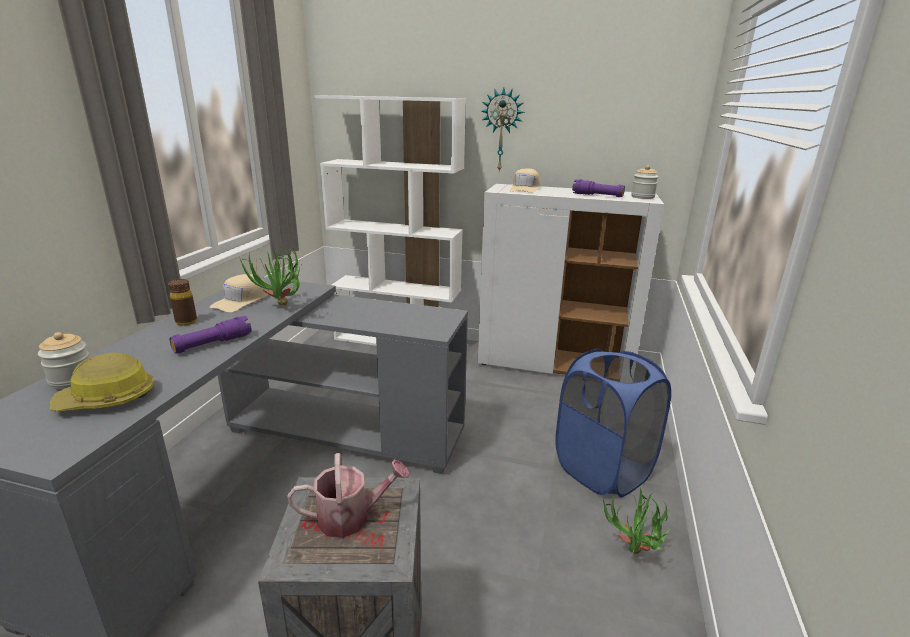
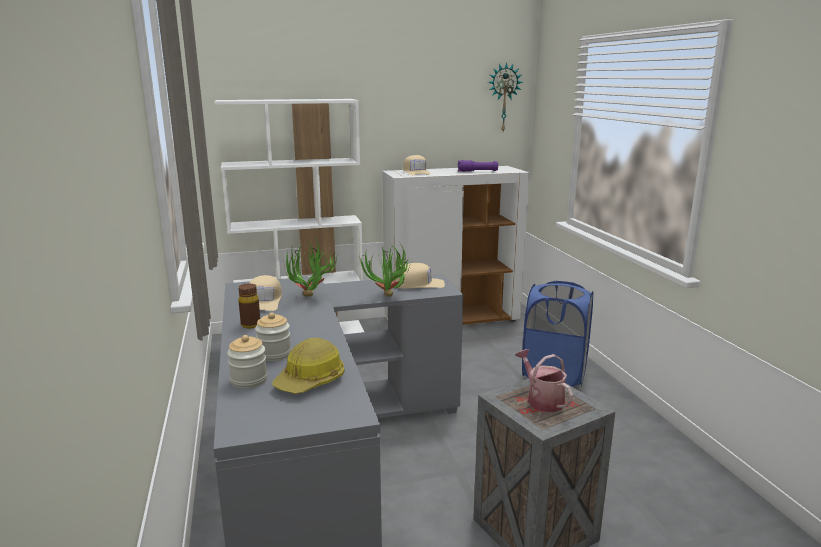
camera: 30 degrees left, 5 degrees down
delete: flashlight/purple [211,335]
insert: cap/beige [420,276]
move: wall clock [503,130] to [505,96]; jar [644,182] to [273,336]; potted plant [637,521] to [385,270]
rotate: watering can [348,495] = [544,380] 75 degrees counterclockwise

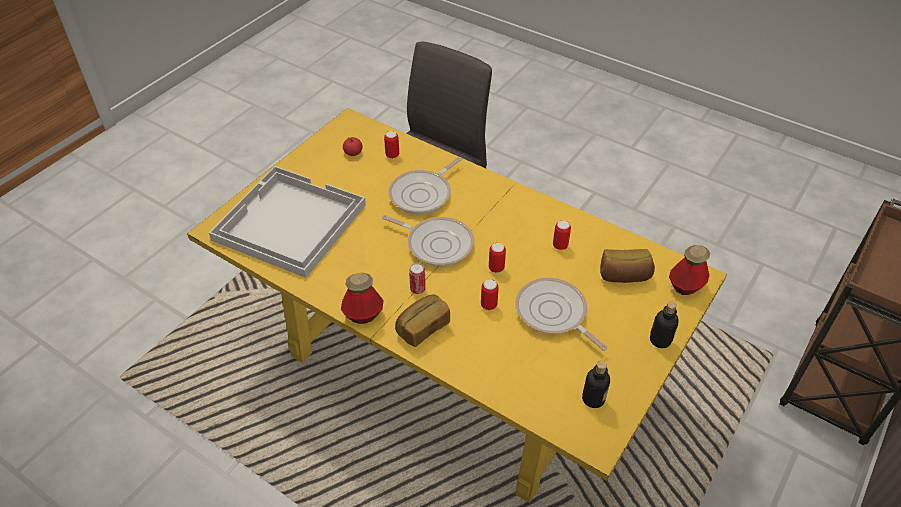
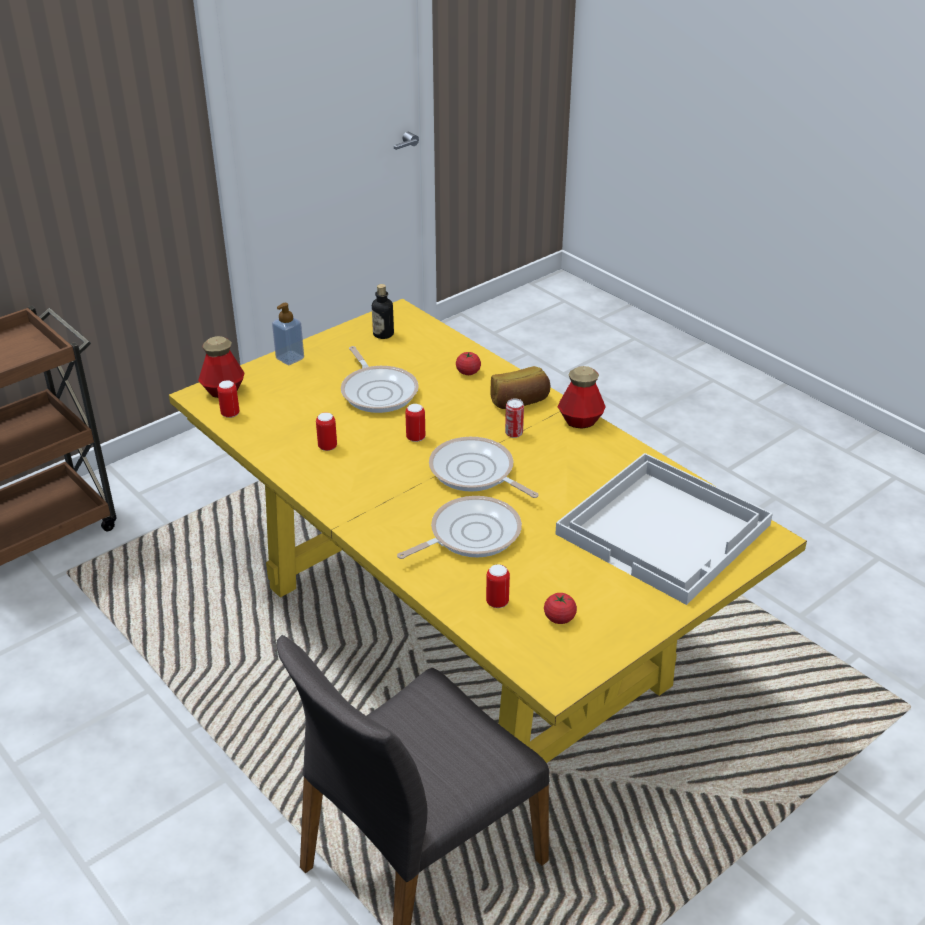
camera: 165 degrees left, 10 degrees down
delete: bread [627,266]
insert: tomato [468,363]
move: can [490,294] to [228,399]
replace: bottle [664,325] to soap dispenser [288,334]

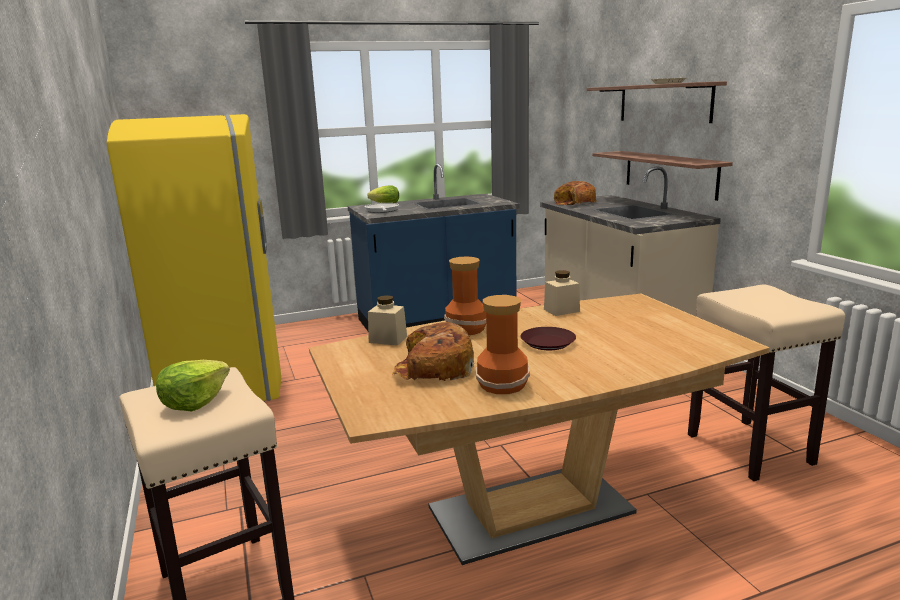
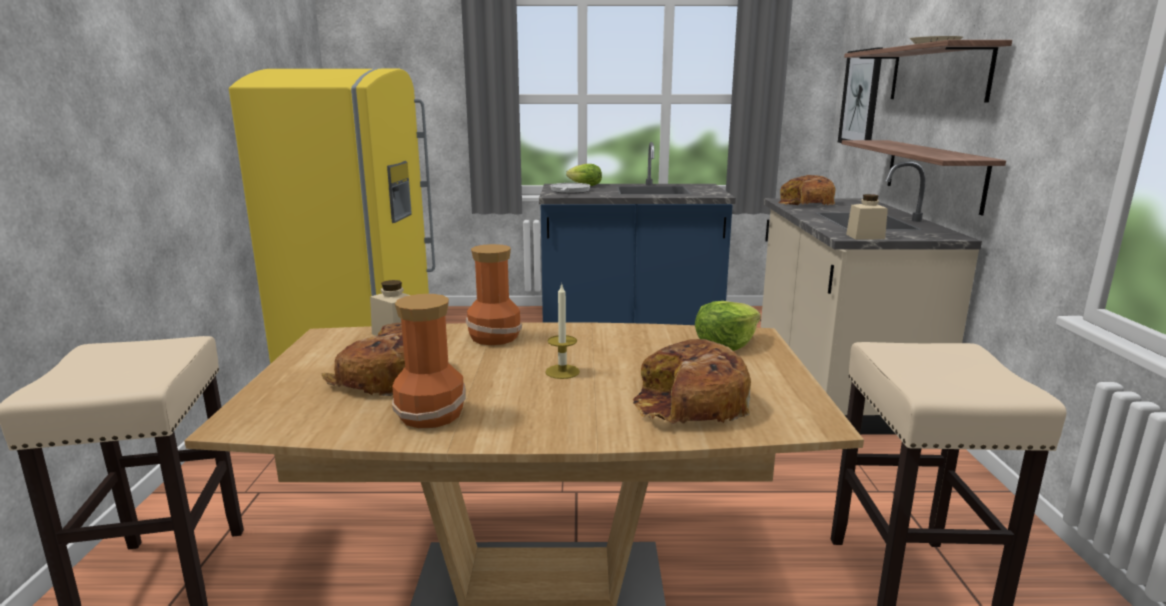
camera: 20 degrees right, 0 degrees up
insert: picture [860,95]; bread [691,381]
move: jar/beige [562,293] to [867,216]; lettuce [193,386] to [728,326]
replace: plate/brown [548,338] to candle [562,331]

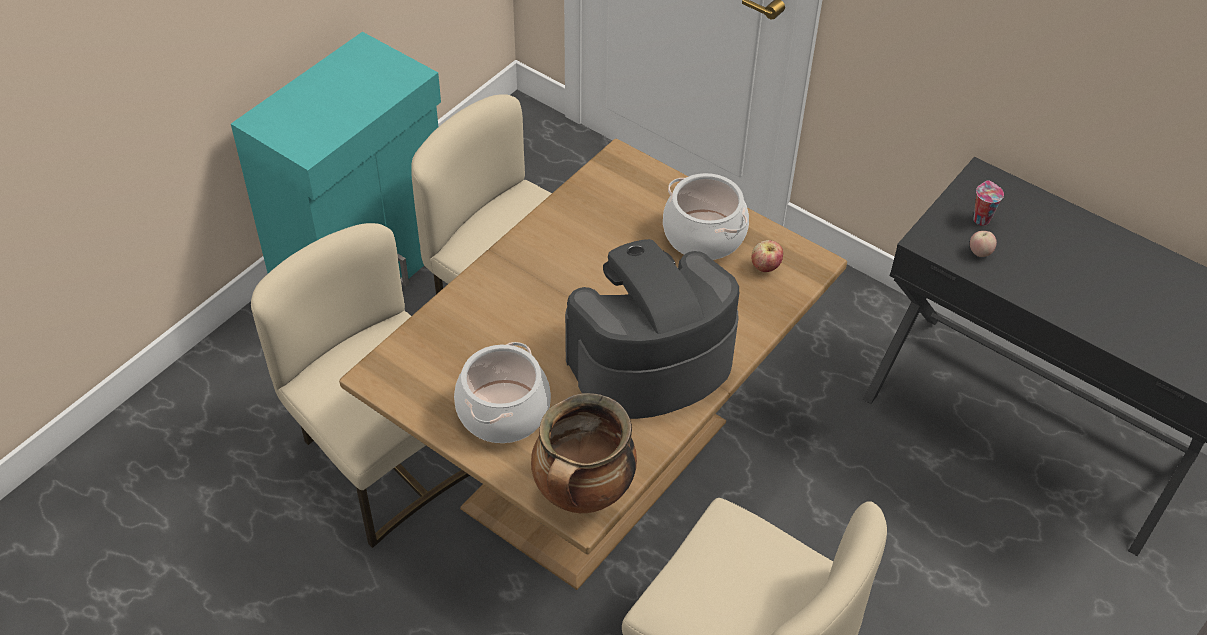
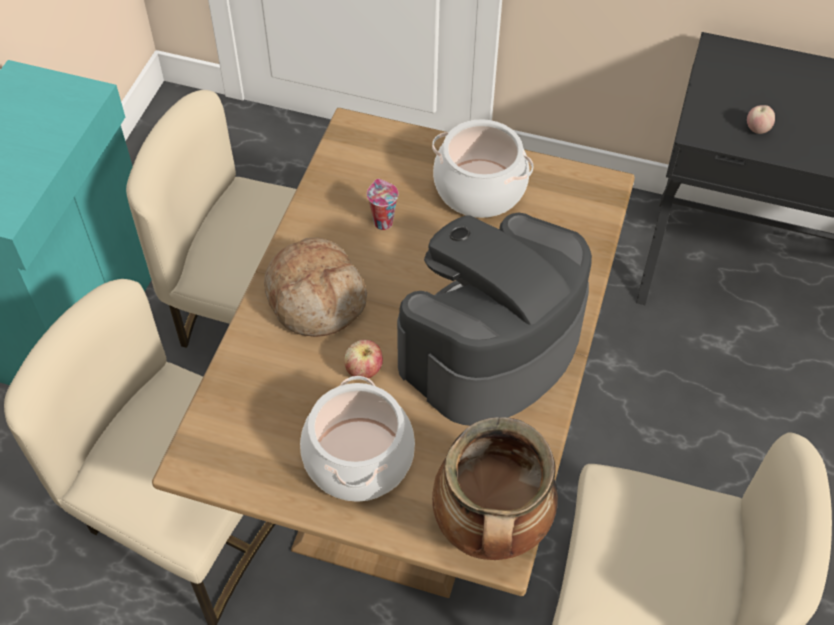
camera: 20 degrees left, 5 degrees up
insert: bread [315,287]
move: cup [988,203] to [383,204]; apple [767,256] to [363,359]

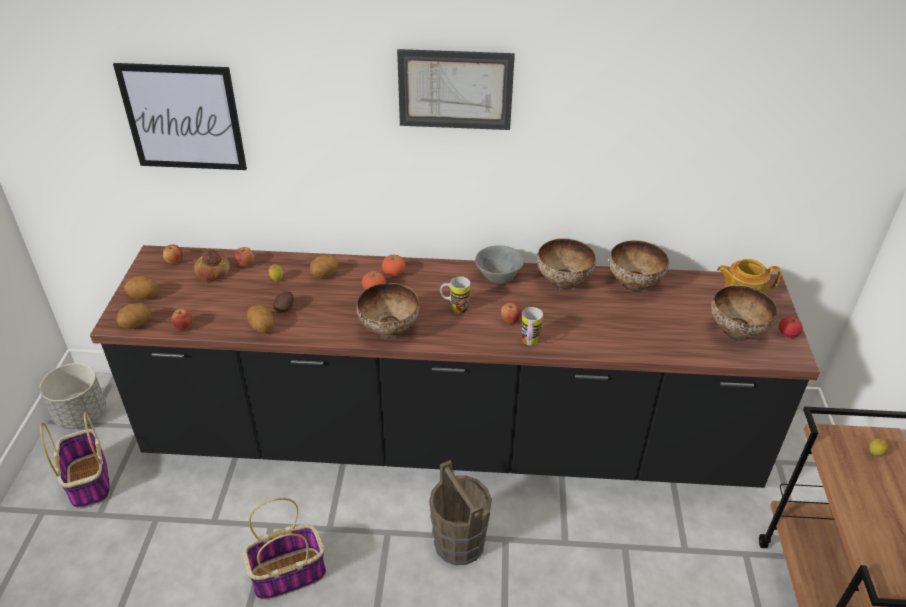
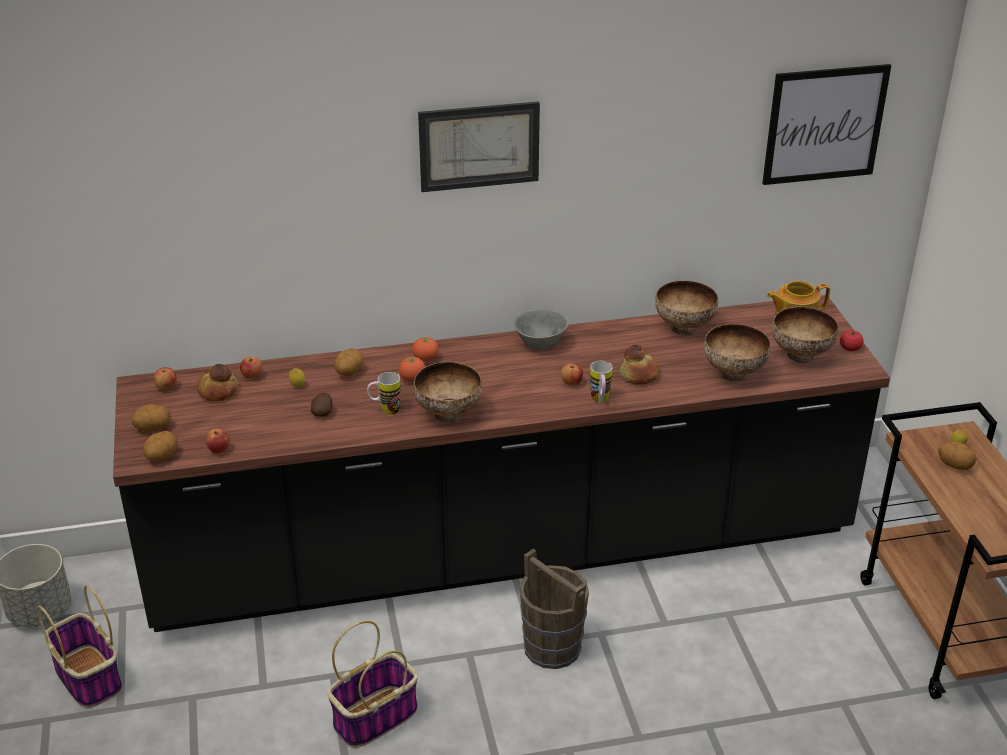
camera: 15 degrees left, 5 degrees down
insert: bread [639,365]
move: picture [180,116] to [826,124]; bowl [566,264] to [737,353]; mug [455,295] to [384,393]; potato [260,319] to [957,455]

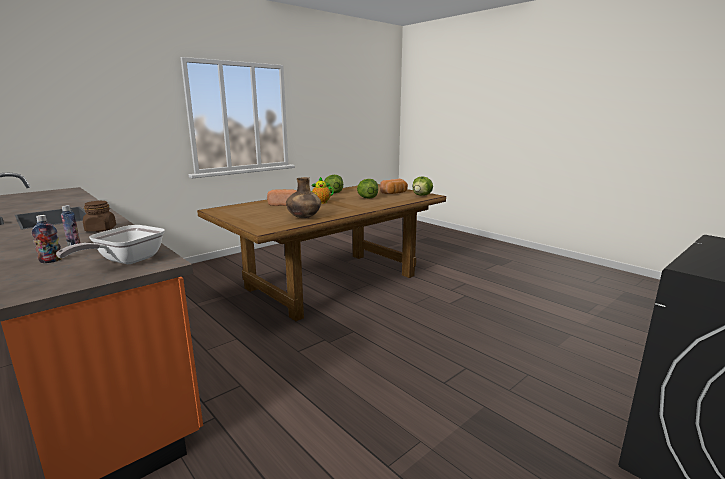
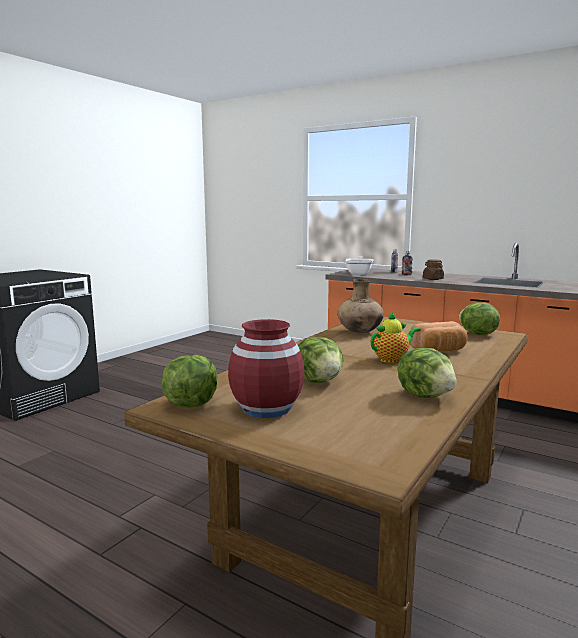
camera: 165 degrees right, 5 degrees down
insert: lettuce [479,318]
replace: bread [394,186] to vase/red [266,368]

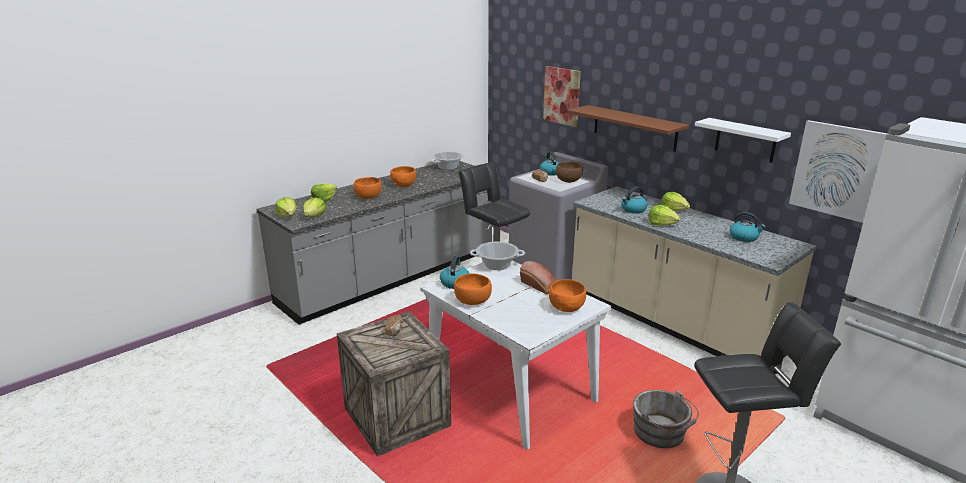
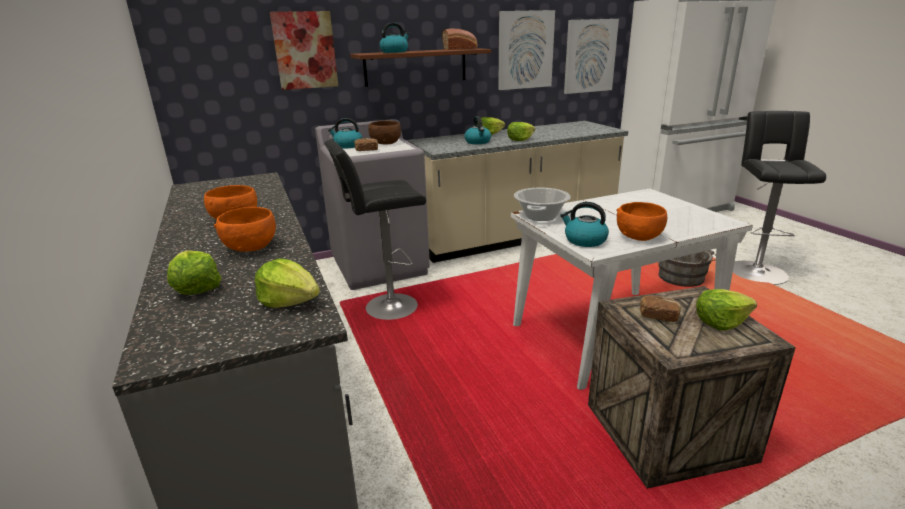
camera: 70 degrees left, 0 degrees up
delete: cooking pot [447,160]; bowl/orange [567,295]
move: lettuce [286,207] to [726,310]; kettle [747,227] to [394,38]; bread [538,277] to [460,39]
replace: shelf/white [743,140] to picture [526,50]

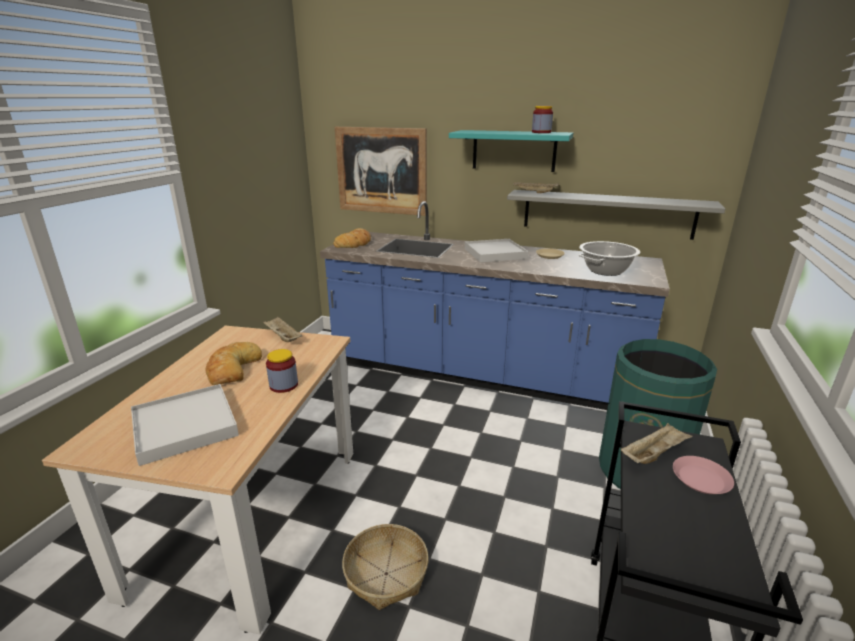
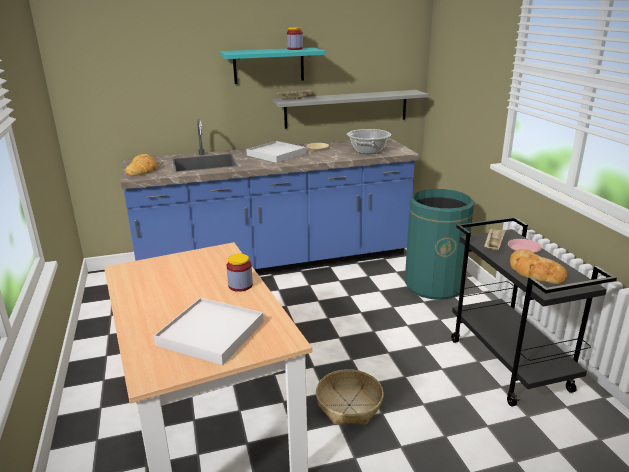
camera: 35 degrees left, 0 degrees up
delete: picture [381,171]; tray/beige [282,329]
move: bread [234,363] to [539,266]

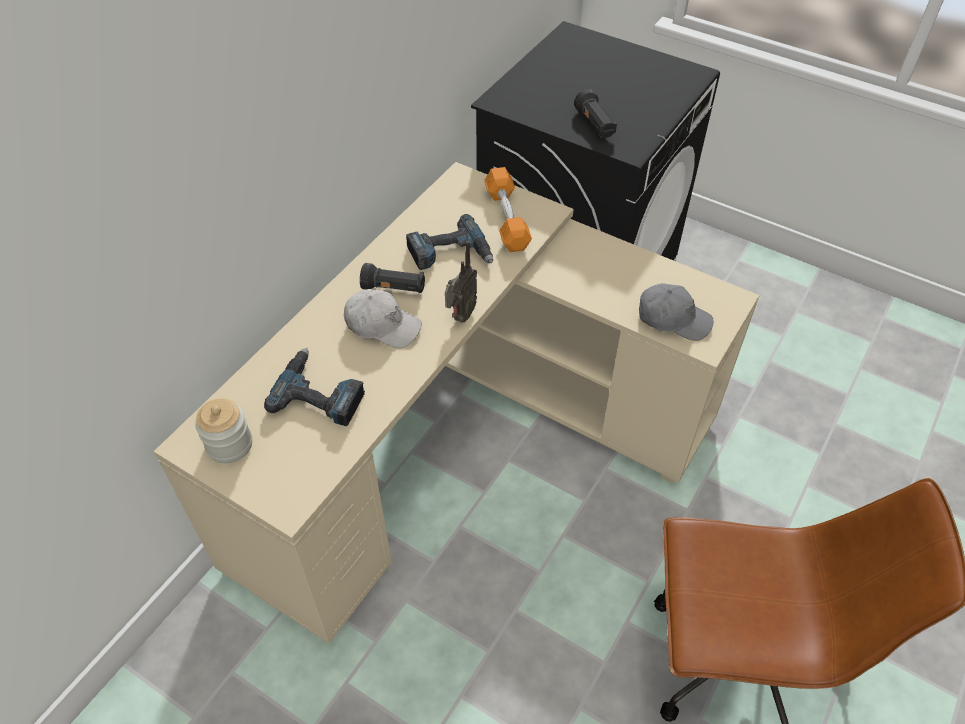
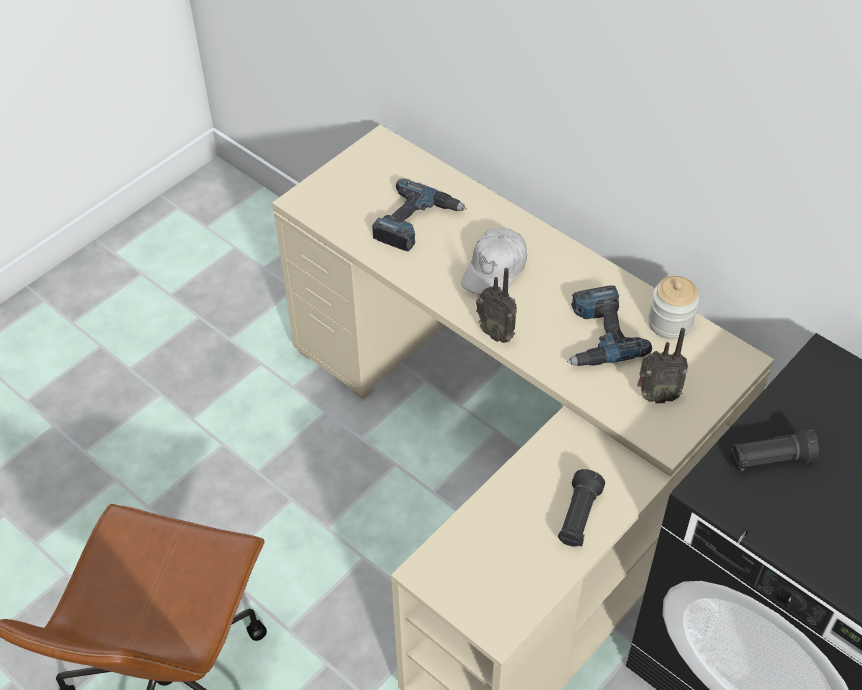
camera: 100 degrees right, 0 degrees up
delete: cap/grey [676,312]
move: flashlight/black [392,278] to [581,508]; jar [223,430] to [673,308]
replace: dumbbell/orange [508,209] to radio [662,365]

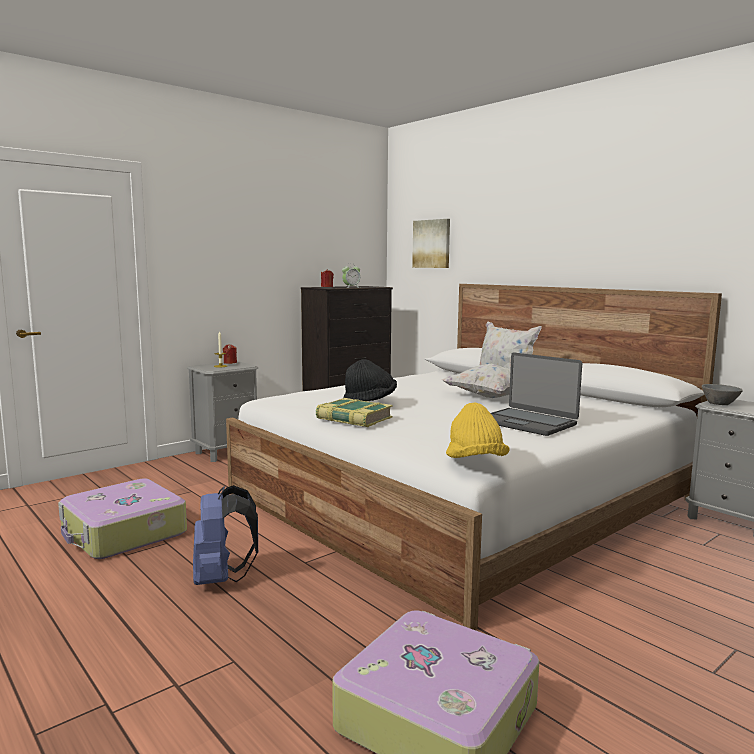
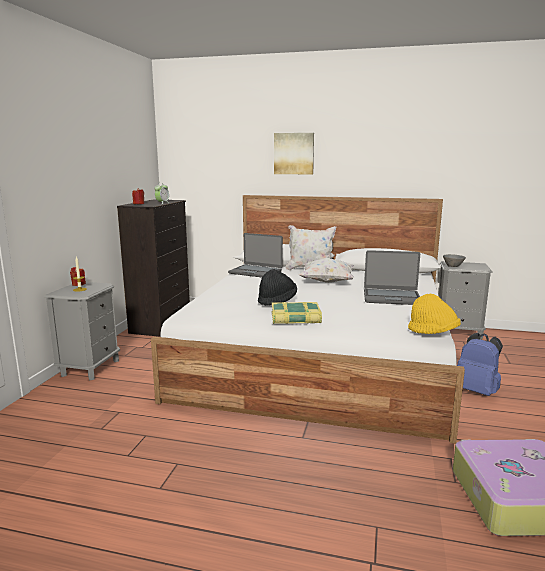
camera: 35 degrees left, 5 degrees up
delete: suitcase [122,518]
insert: laptop [255,255]
move: picture [431,243] to [294,154]; backpack/blue [225,535] to [480,364]

